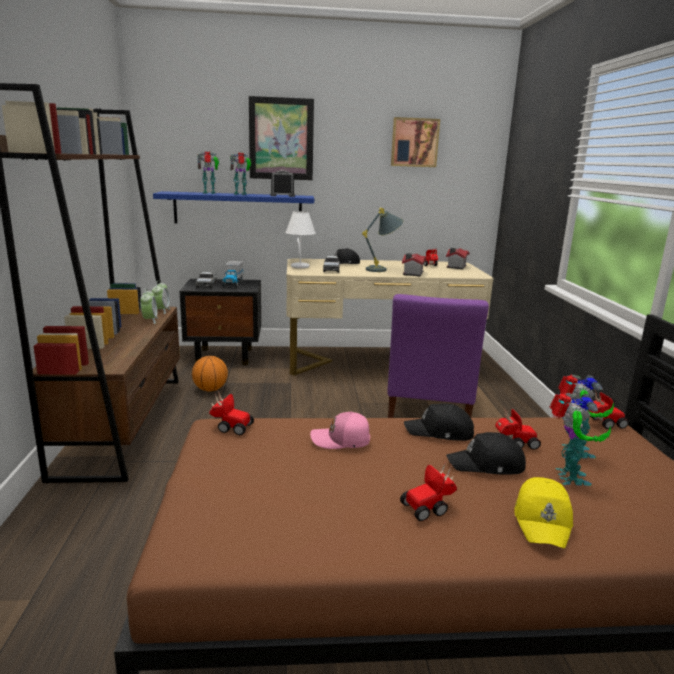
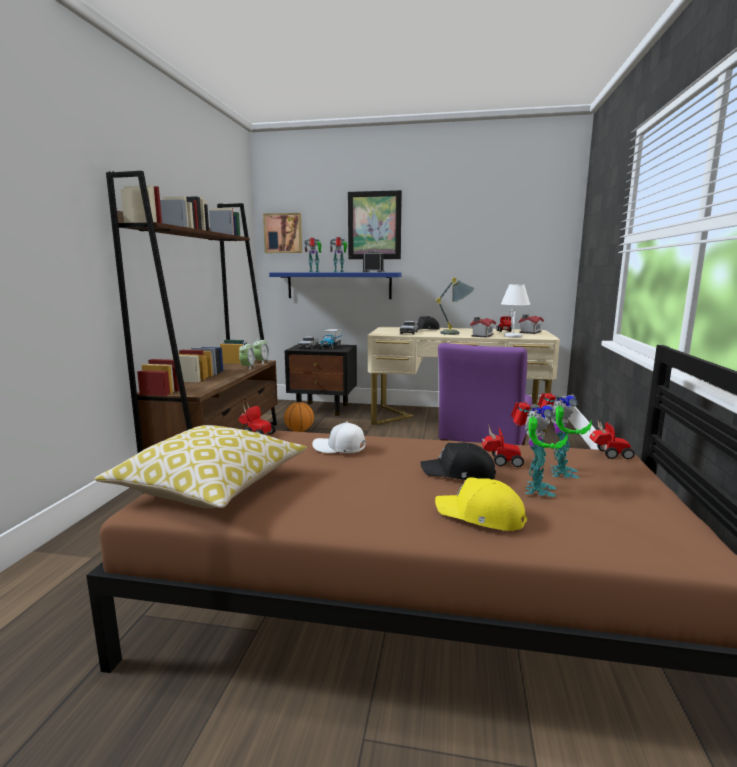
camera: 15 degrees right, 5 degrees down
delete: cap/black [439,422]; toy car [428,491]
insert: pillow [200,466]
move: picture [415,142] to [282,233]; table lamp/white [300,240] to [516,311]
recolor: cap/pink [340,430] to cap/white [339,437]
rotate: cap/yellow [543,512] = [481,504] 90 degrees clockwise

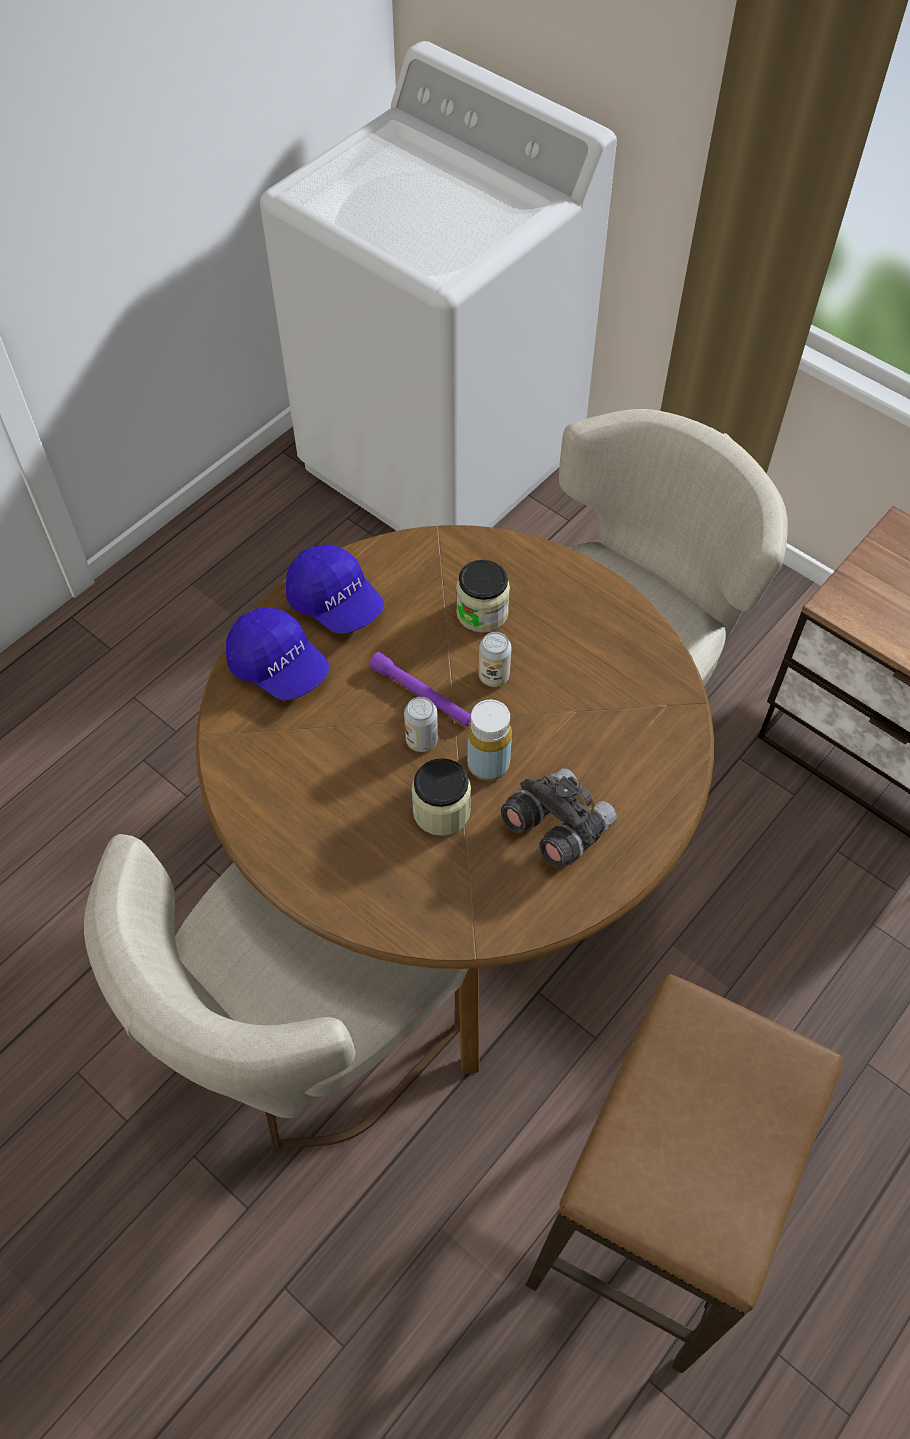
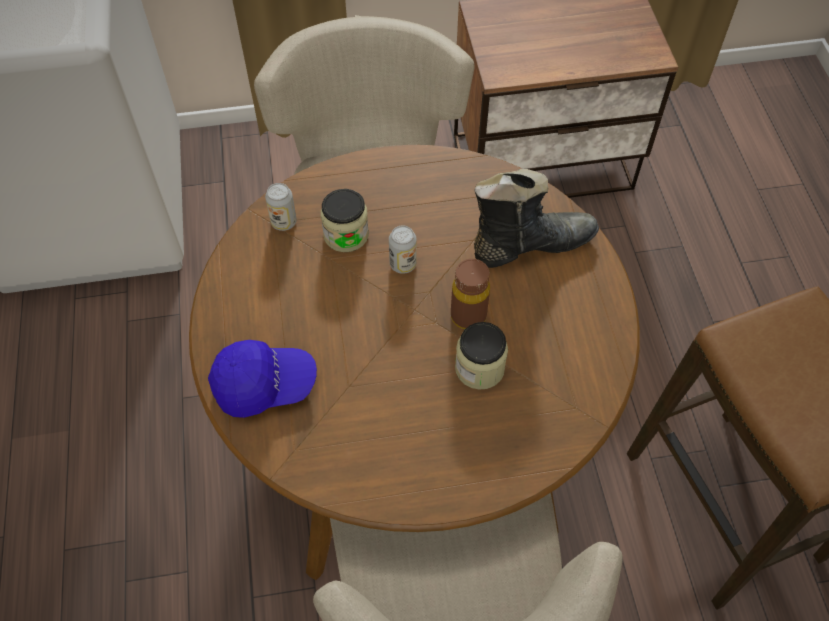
camera: 50 degrees left, 0 degrees up
delete: cap/blue [335,589]; flashlight/purple [420,689]; binoculars/grey [559,818]
insert: boot/black [536,218]
move: can [421,724] to [281,207]
recolor: bottle/yellow [489,740] to bottle/brown [470,294]

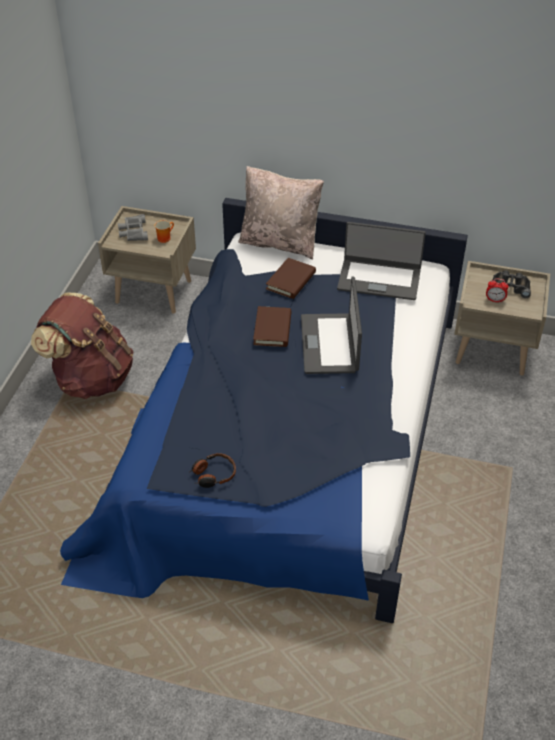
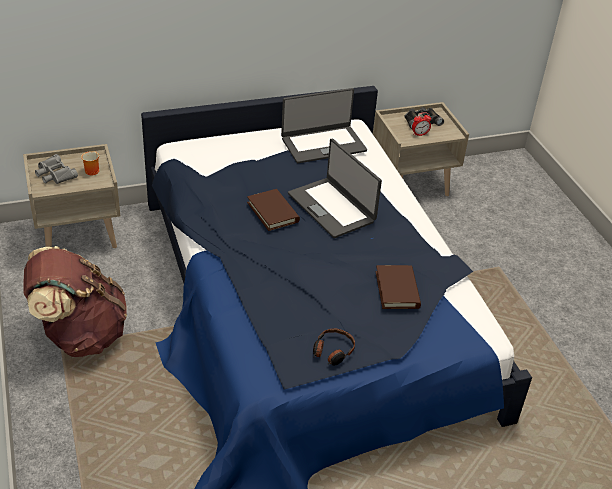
camera: 35 degrees left, 5 degrees down
delete: pillow/beige [281,212]
move: book/brown [291,278] to [398,287]

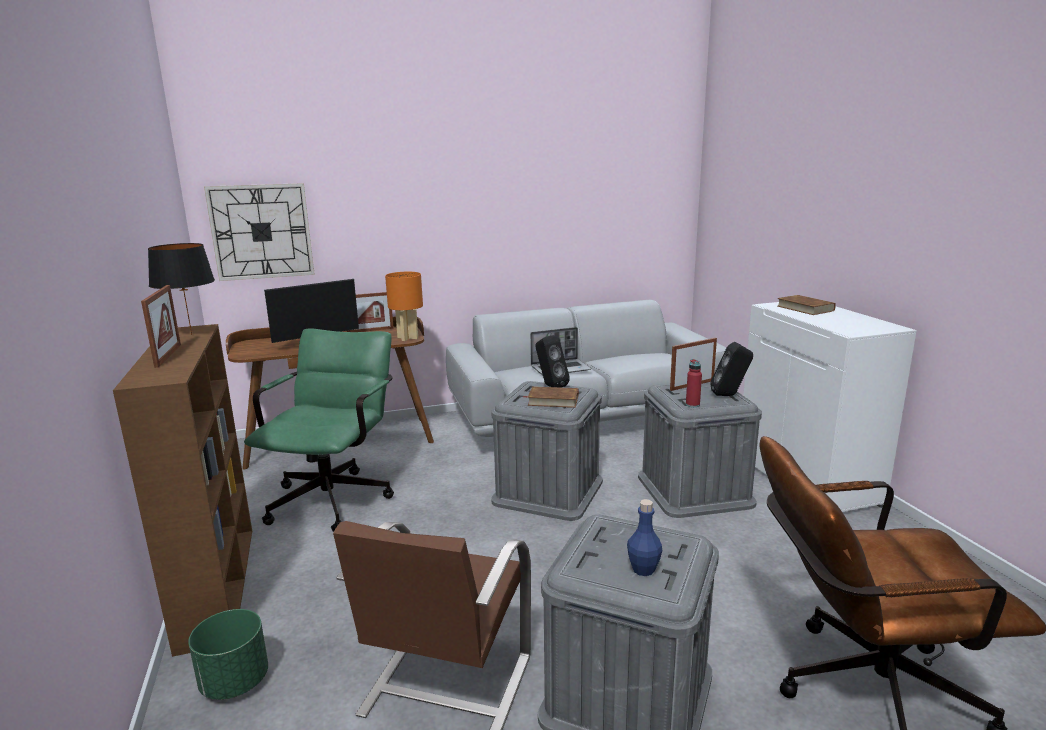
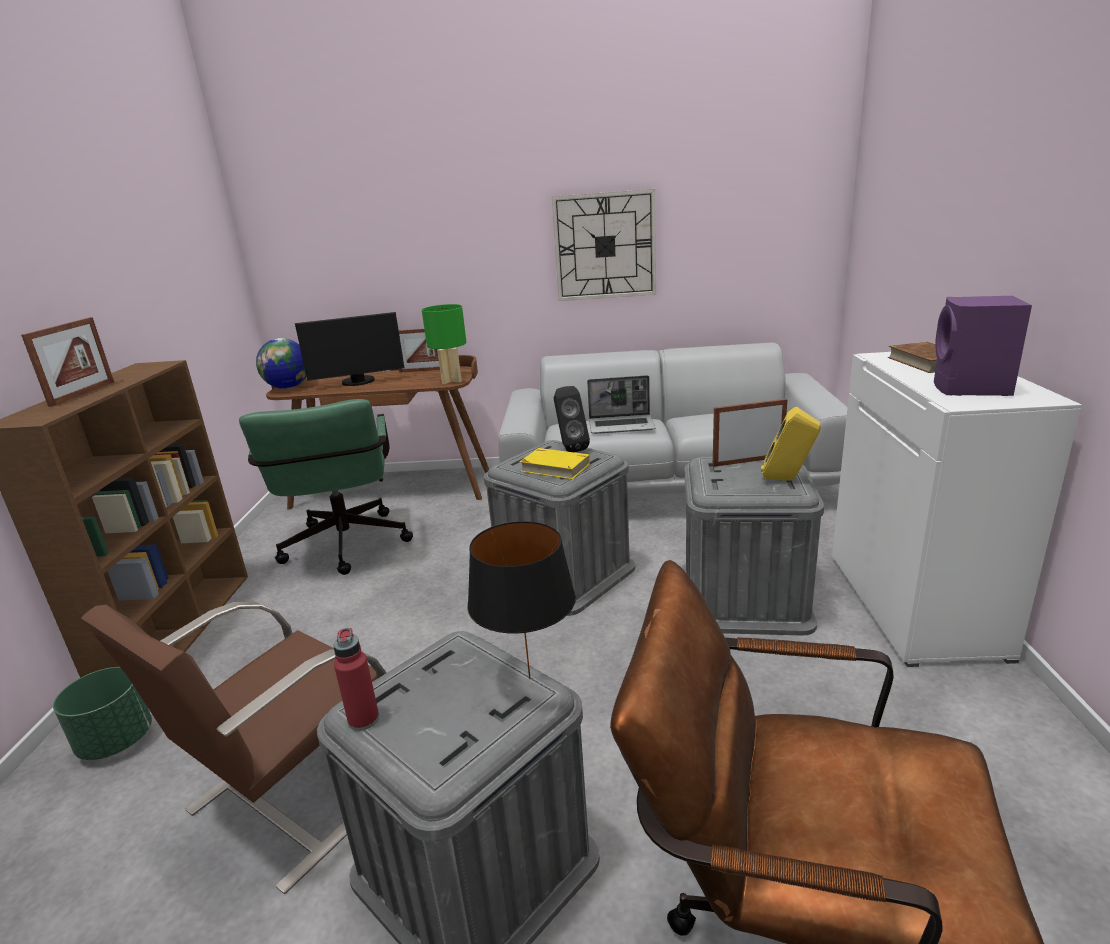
camera: 20 degrees right, 5 degrees up
delete: bottle/blue [644,537]
insert: speaker/purple [983,346]; globe [281,363]
move: wall clock [259,232] to [604,245]; table lamp/black [181,289] to [521,600]; bottle/red [694,383] to [356,679]
recolor: table lamp/orange [404,306] to table lamp/green [444,344]; speaker/black [731,369] to speaker/yellow [791,444]; book/brown [550,397] to book/yellow [555,463]
rotate: office chair/green [319,430] = [326,487] 135 degrees clockwise

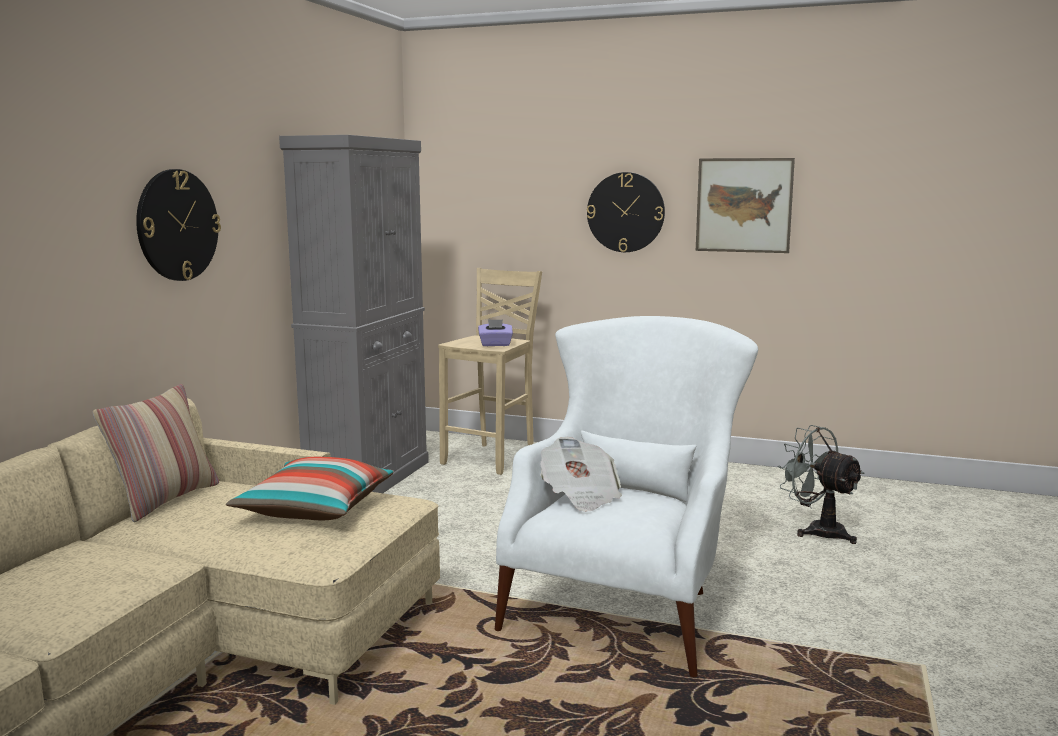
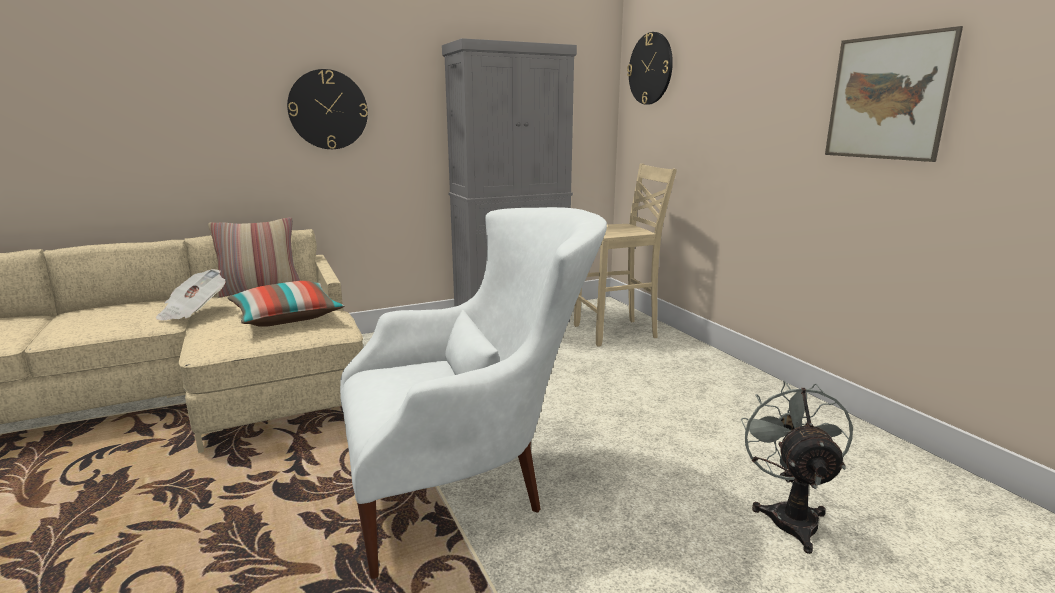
camera: 45 degrees right, 5 degrees up
delete: tissue box/purple [495,332]
move: wall clock [626,212] to [650,68]; newspaper [581,474] to [190,294]

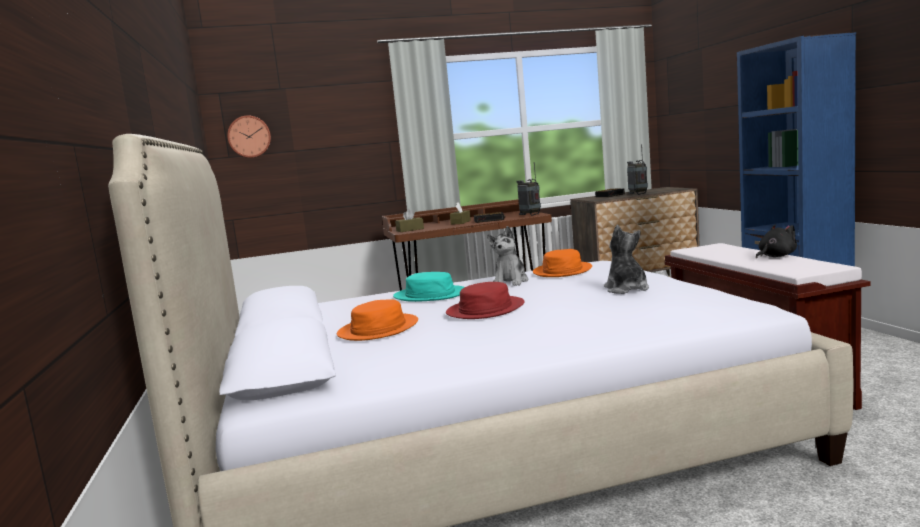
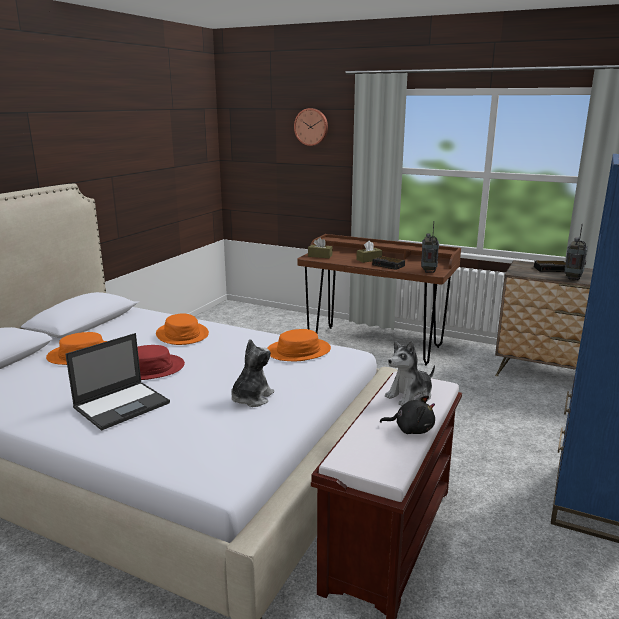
camera: 40 degrees right, 10 degrees up
insert: laptop [117,382]
move: wall clock [249,137] to [311,127]; plush toy [507,256] to [410,373]
recolor: hat/turquoise [428,287] to hat/orange [182,329]

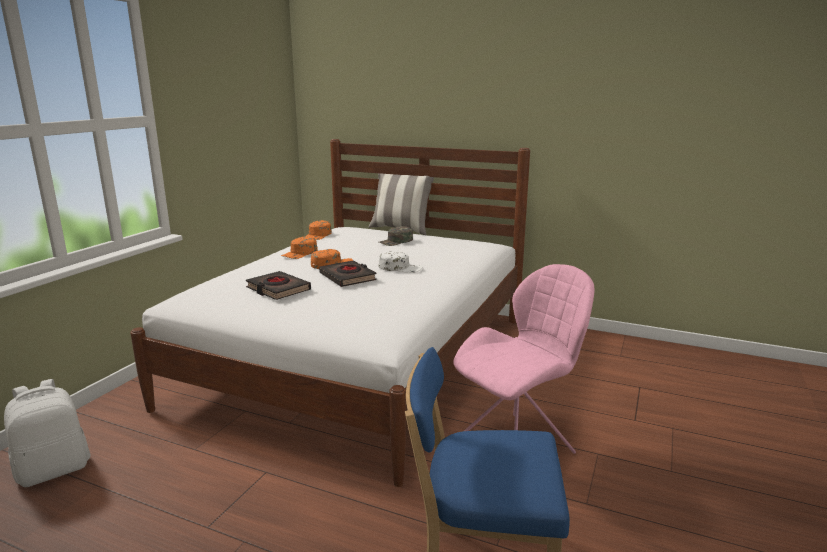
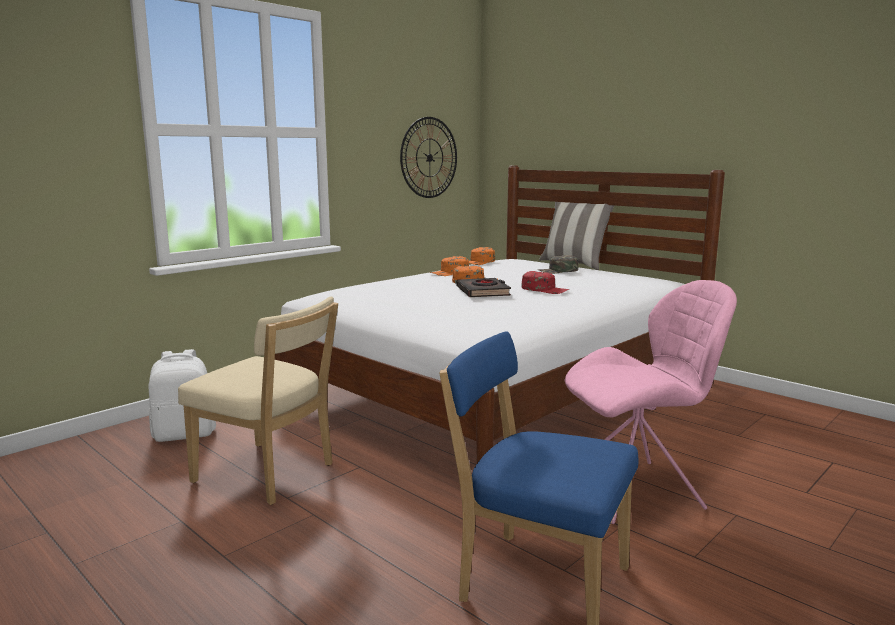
camera: 20 degrees right, 5 degrees down
delete: book/black [278,285]
insert: wall clock [428,157]; chair/beige [258,400]
recolor: cap/white [401,262] to cap/red [545,282]

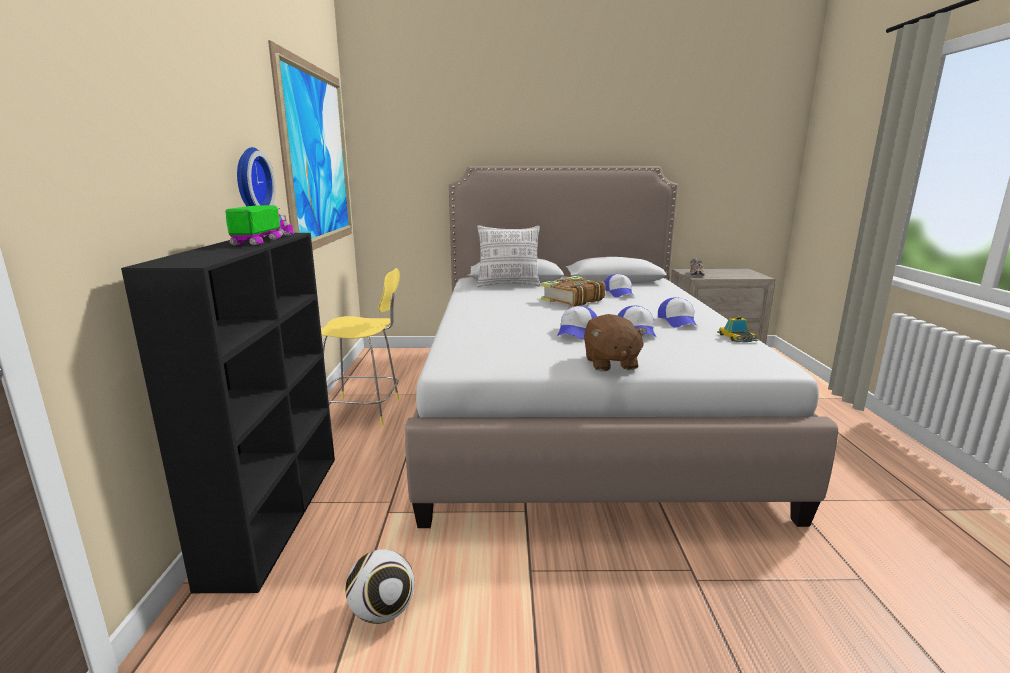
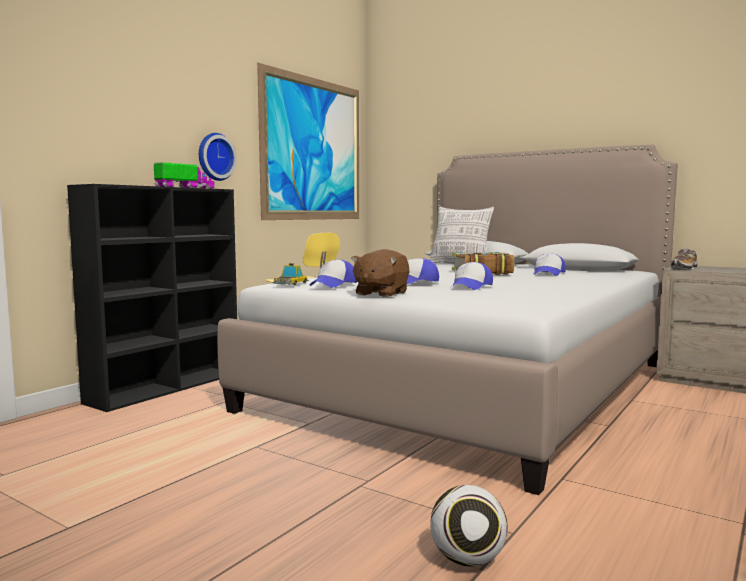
camera: 35 degrees right, 10 degrees down
move: cap [677,312] to [333,274]; toy car [737,329] to [290,274]; football [379,586] to [469,525]

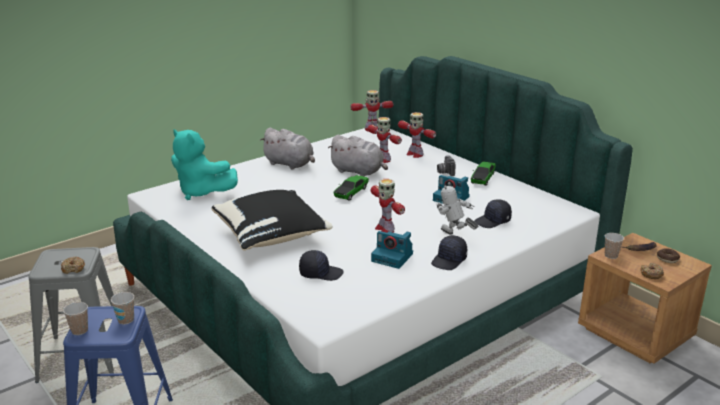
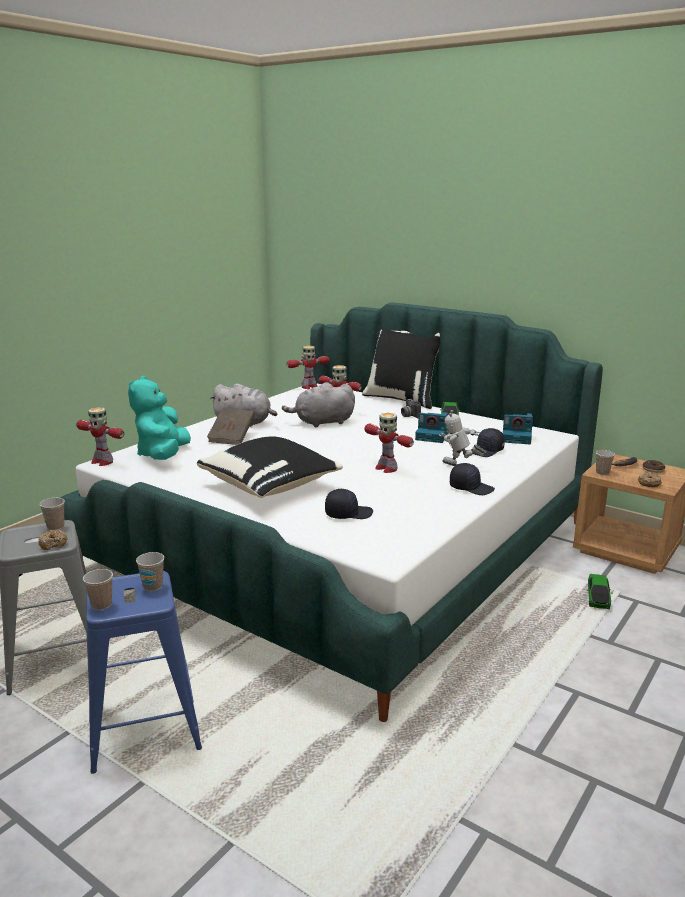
camera: 15 degrees left, 5 degrees down
insert: pillow/black [401,367]; book/brown [231,426]; cup [52,514]
move: toy robot [417,135] to [100,436]; toy car [351,188] to [600,591]; photo camera [392,250] to [518,428]
rotate: plush toy/turquoise [204,164] = [159,418] 75 degrees clockwise; plush toy/grey [358,156] = [318,405] 150 degrees clockwise; cap/black [449,252] = [472,479] 90 degrees counterclockwise

